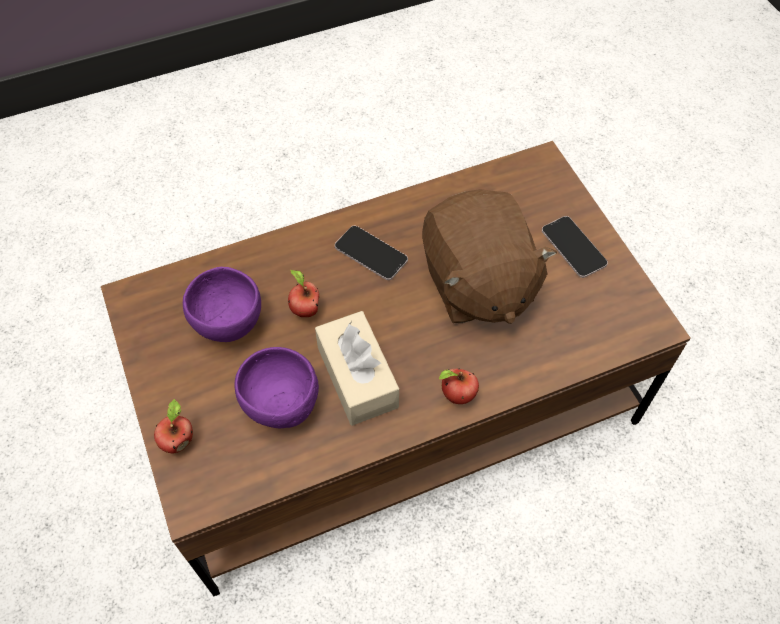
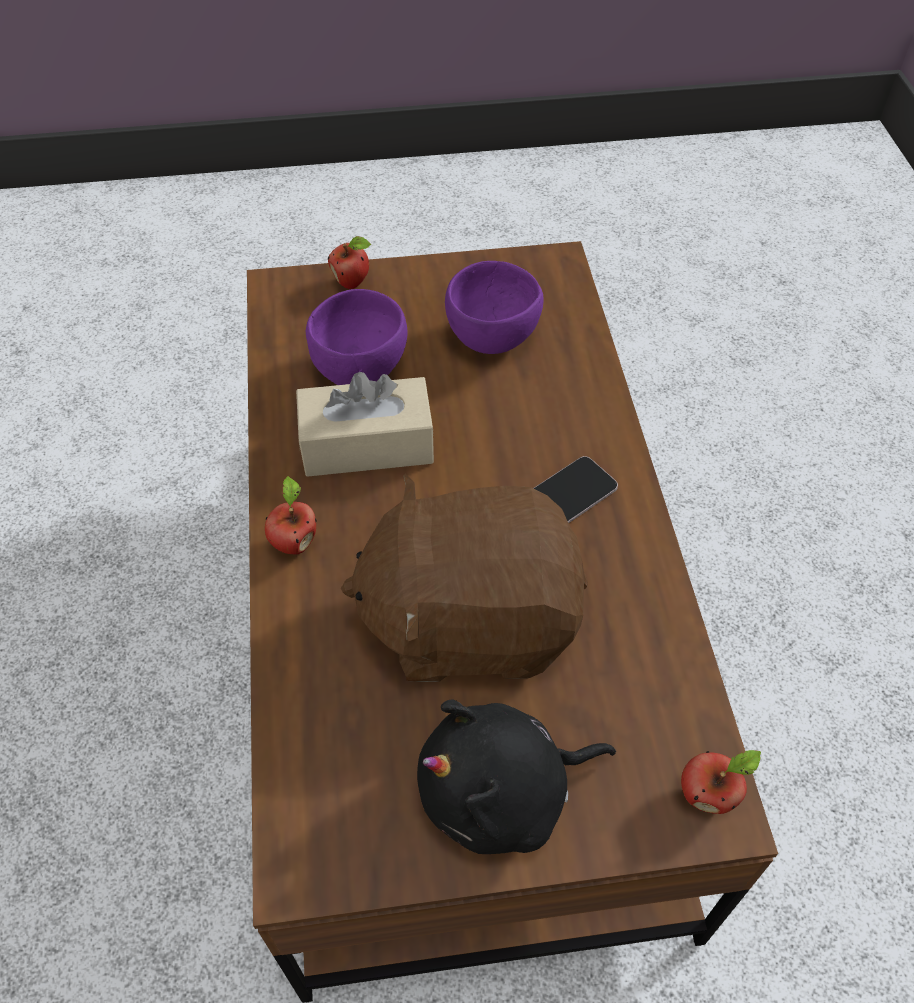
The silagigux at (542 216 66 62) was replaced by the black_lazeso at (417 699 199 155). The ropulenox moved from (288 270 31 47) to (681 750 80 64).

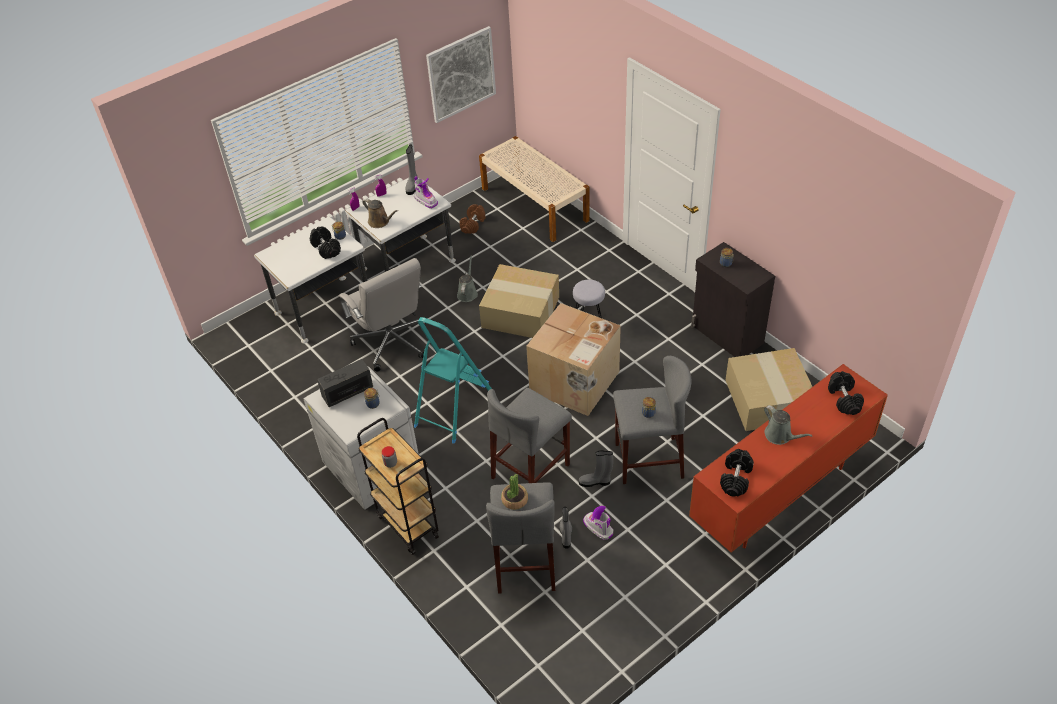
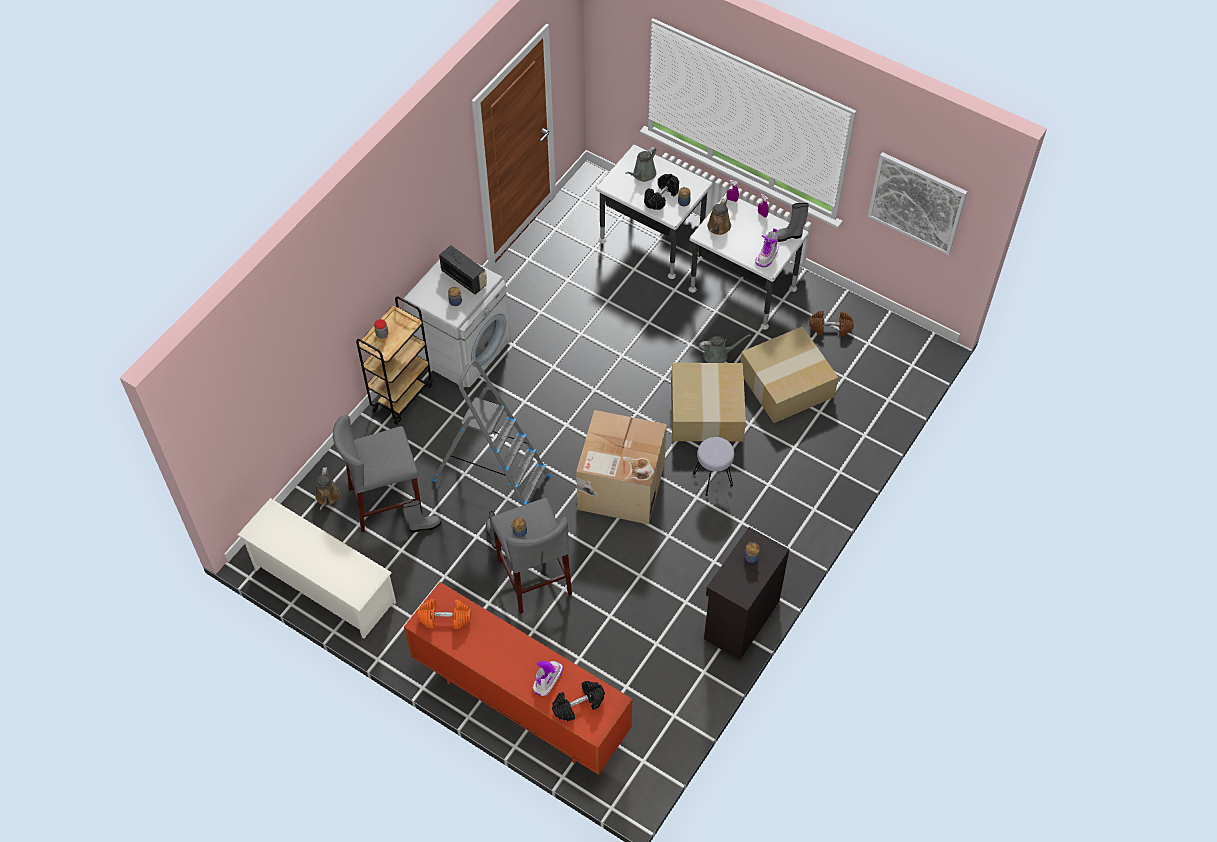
The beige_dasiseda at (479 136 111 106) disappeared. The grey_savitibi at (338 258 88 114) disappeared. The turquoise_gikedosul at (414 317 78 127) disappeared. The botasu moved from (726 348 86 83) to (740 326 99 97). The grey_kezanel at (487 388 85 95) was replaced by the grey_gikedosul at (432 361 119 145). The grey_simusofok moved from (764 405 49 40) to (625 147 32 35). The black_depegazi at (720 449 34 48) became the orange_depegazi at (418 599 53 30). The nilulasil at (501 474 27 36) disappeared. The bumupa moved from (583 506 30 34) to (533 661 30 35). The brown_simusofok at (315 467 25 43) appeared. The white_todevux at (238 498 158 141) appeared.

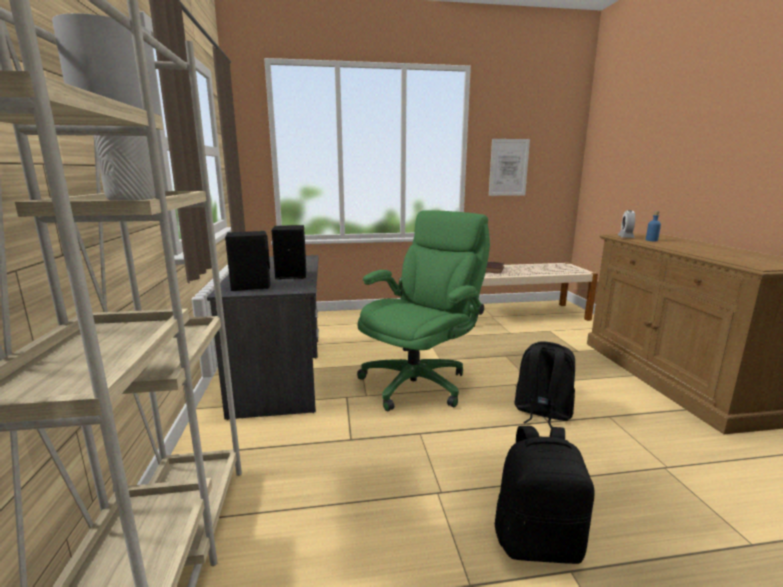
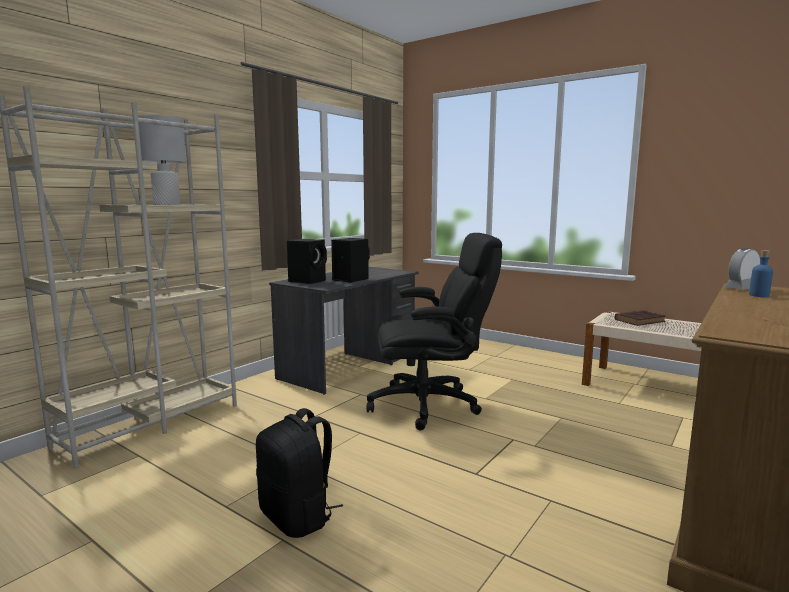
The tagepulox at (489 139 41 57) disappeared. The green_savitibi at (357 210 133 201) became the black_savitibi at (366 233 136 197). The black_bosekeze at (514 341 61 87) disappeared.

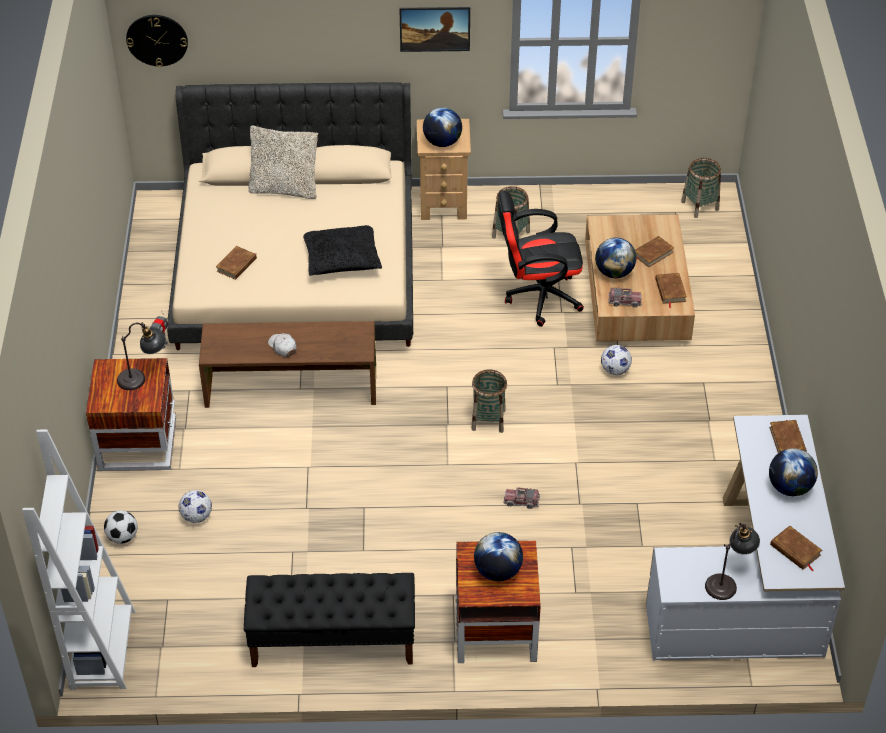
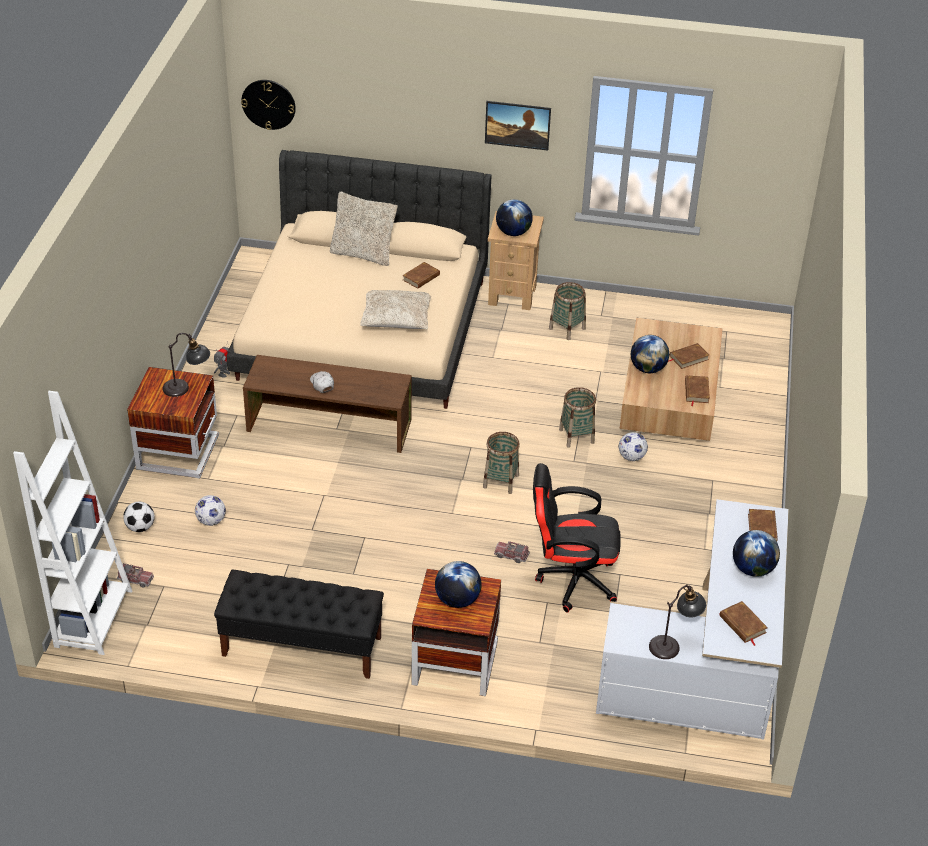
The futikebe moved from (681 158 40 60) to (559 387 37 61). The black_savitibi moved from (498 191 86 136) to (533 463 88 149). The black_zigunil at (303 225 79 51) became the beige_zigunil at (360 290 71 39). The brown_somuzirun moved from (216 246 41 34) to (402 262 38 27). The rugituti moved from (609 288 33 19) to (117 563 37 25).

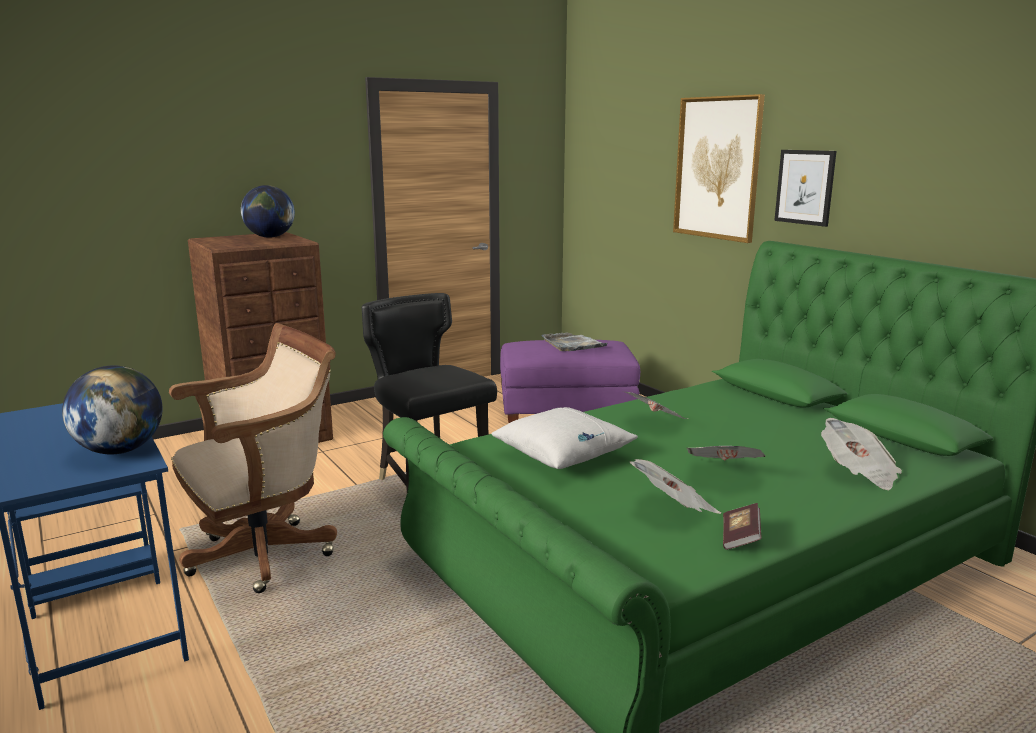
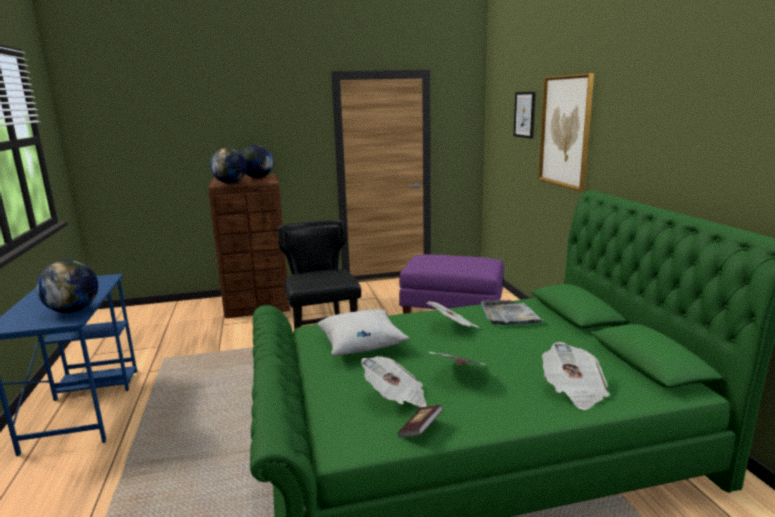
The tagepulox moved from (774 150 63 77) to (514 92 22 47). The savitibi at (169 323 168 270) disappeared. The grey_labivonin moved from (542 333 65 18) to (481 300 63 25). The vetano at (210 148 37 35) appeared.

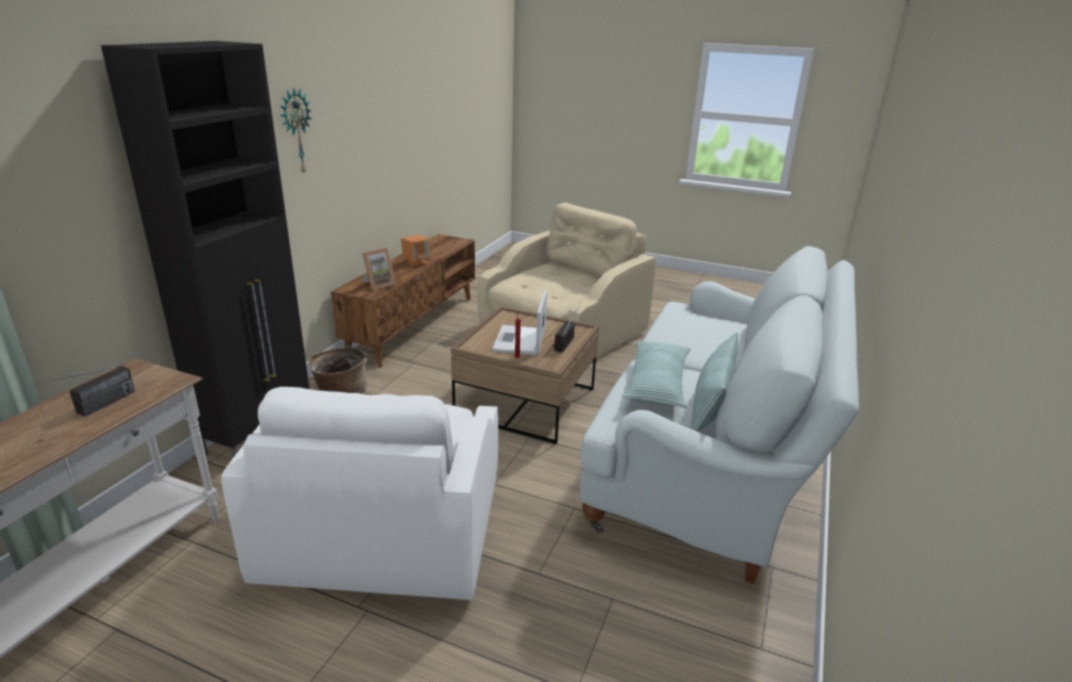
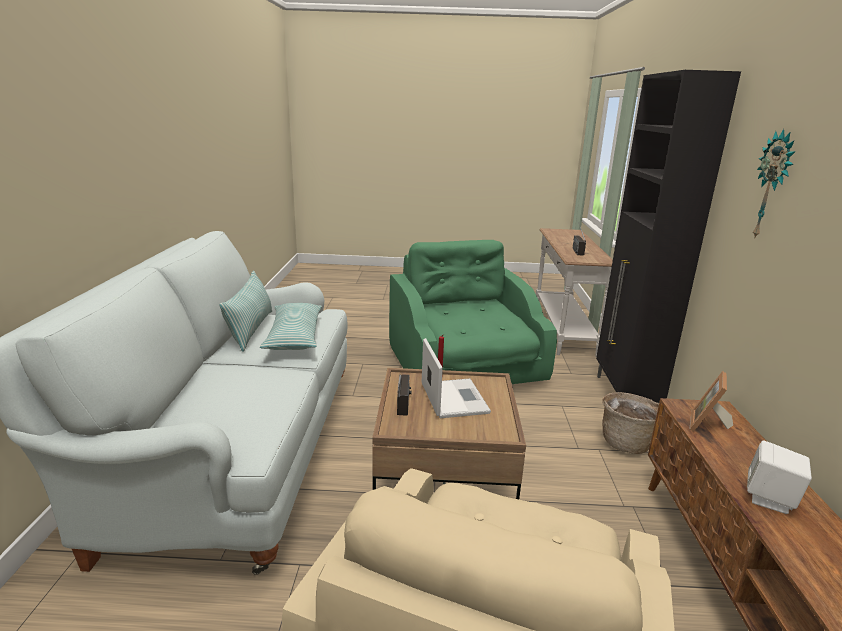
The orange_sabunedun at (401 235 29 31) became the white_sabunedun at (747 440 65 74). The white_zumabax at (221 387 277 213) became the green_zumabax at (389 240 168 144).

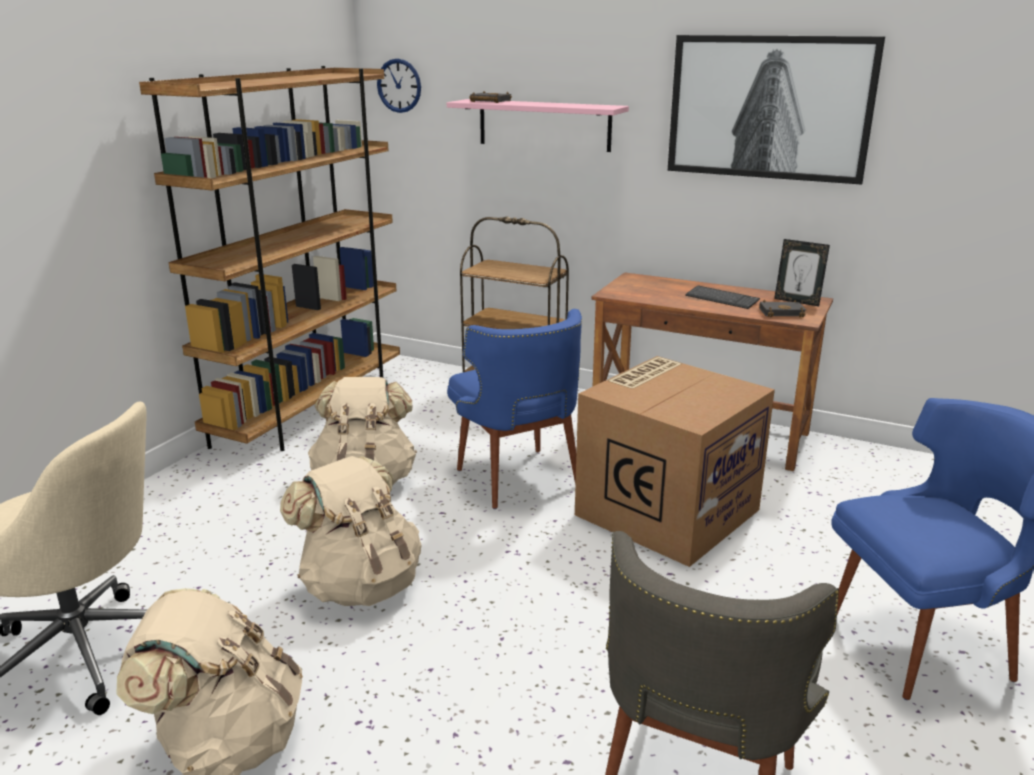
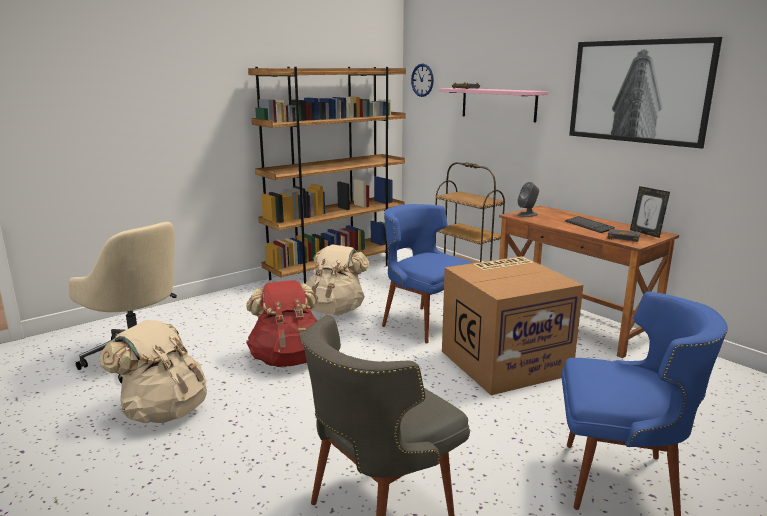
The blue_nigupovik at (447 309 135 200) turned 135 degrees clockwise. The beige_bosekeze at (280 456 141 150) became the red_bosekeze at (246 280 72 87). The grey_sabunedun at (517 182 22 35) appeared.

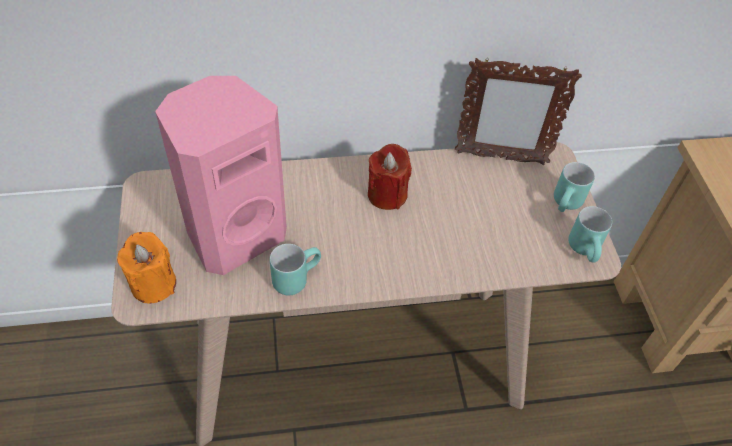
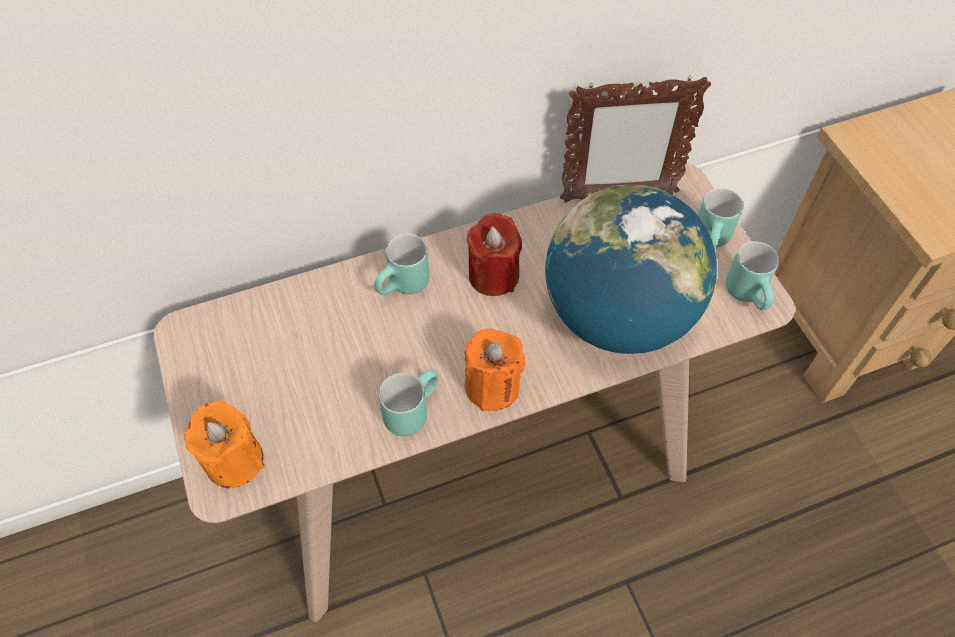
The pink_sabunedun at (155 76 132 199) disappeared. The vetano at (545 185 172 169) appeared. The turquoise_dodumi at (374 234 55 61) appeared. The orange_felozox at (464 328 61 83) appeared.

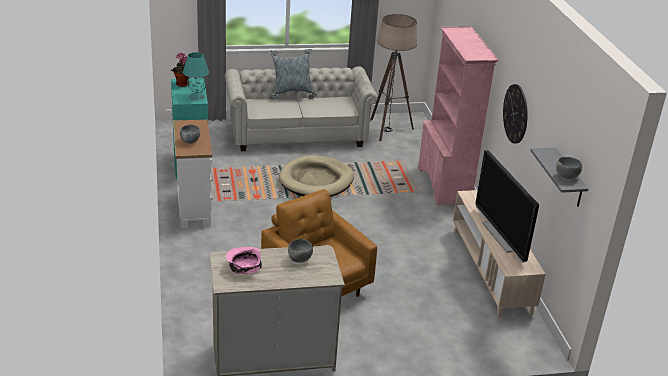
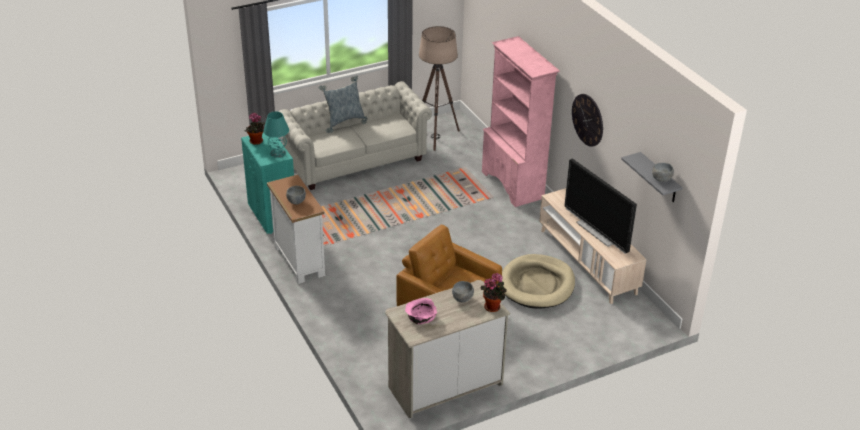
The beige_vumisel moved from (278 155 76 42) to (502 254 73 54). The nilulasil at (480 273 27 39) appeared.

